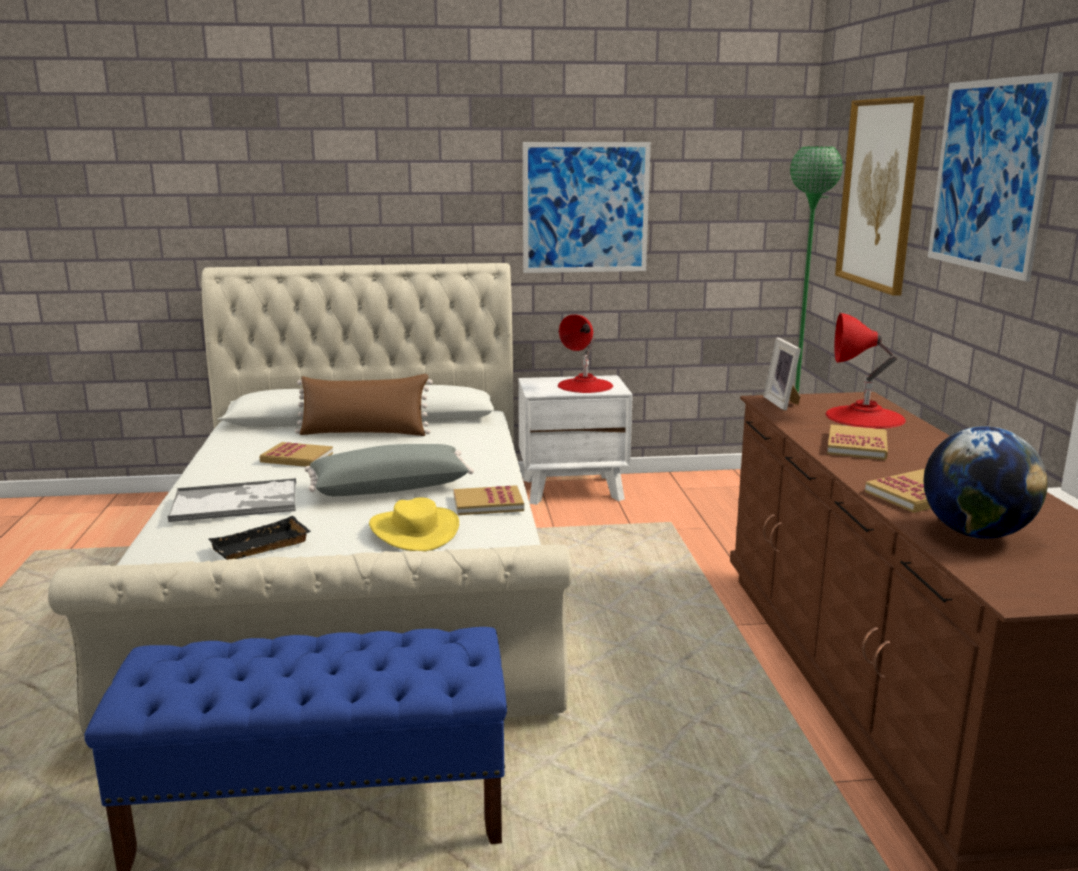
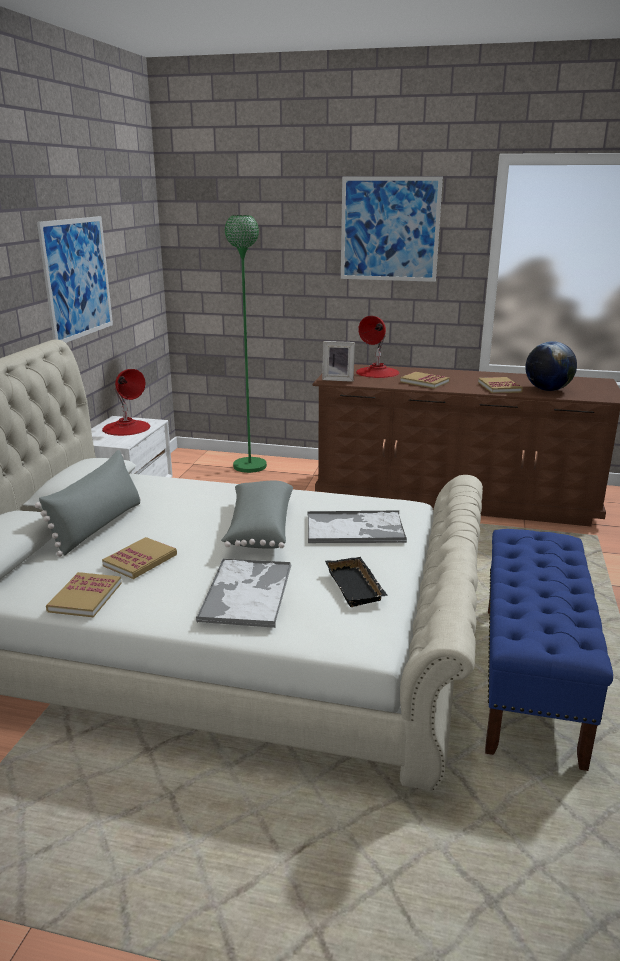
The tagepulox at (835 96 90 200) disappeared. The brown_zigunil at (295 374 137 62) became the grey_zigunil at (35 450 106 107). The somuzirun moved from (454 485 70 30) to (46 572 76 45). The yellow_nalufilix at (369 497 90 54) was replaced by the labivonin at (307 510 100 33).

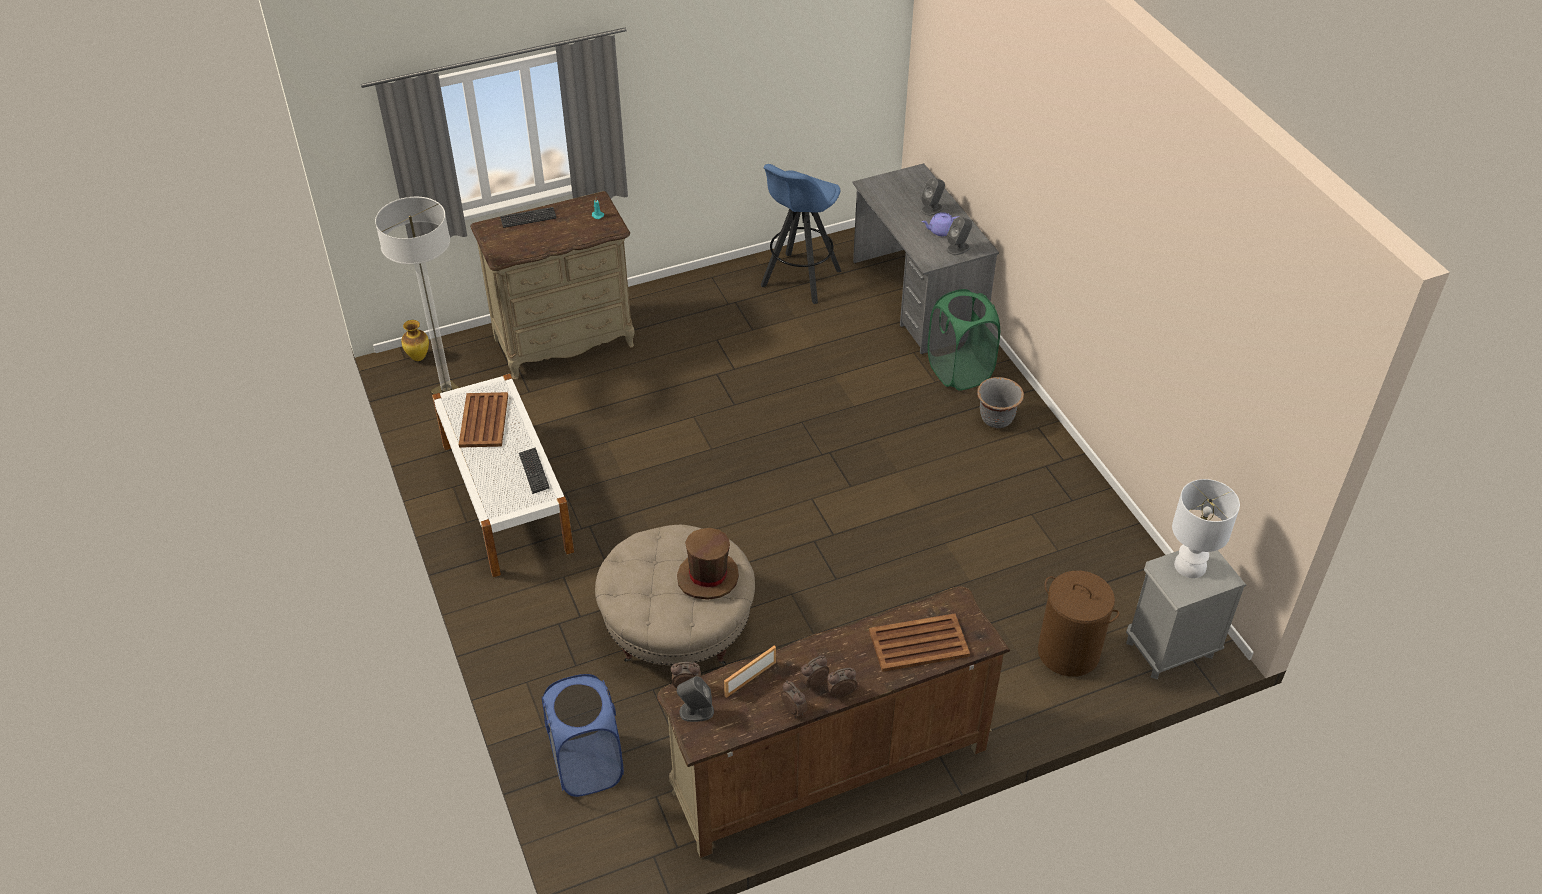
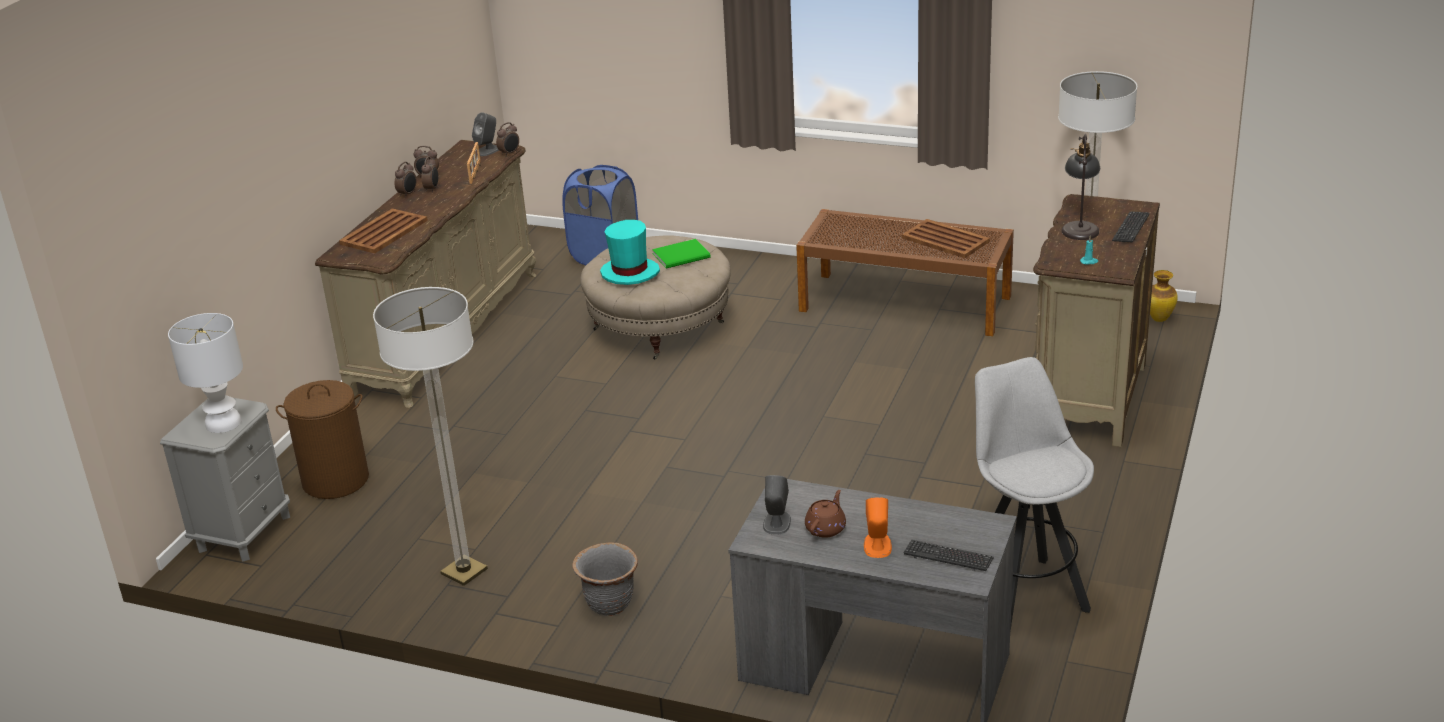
The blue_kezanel at (761 164 81 140) became the grey_kezanel at (975 357 119 274). The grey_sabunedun at (921 178 24 38) became the orange_sabunedun at (864 497 28 61). The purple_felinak at (922 212 37 24) became the brown_felinak at (805 490 41 48). The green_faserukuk at (928 289 72 102) disappeared. The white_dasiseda at (432 374 142 204) became the brown_dasiseda at (796 209 218 128). The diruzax moved from (519 447 31 47) to (904 540 89 31). The brown_nalufilix at (677 528 62 72) became the turquoise_nalufilix at (600 220 60 65). The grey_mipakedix at (1062 134 38 106) appeared. The green_somuzirun at (652 239 58 30) appeared. The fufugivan at (373 287 115 299) appeared.

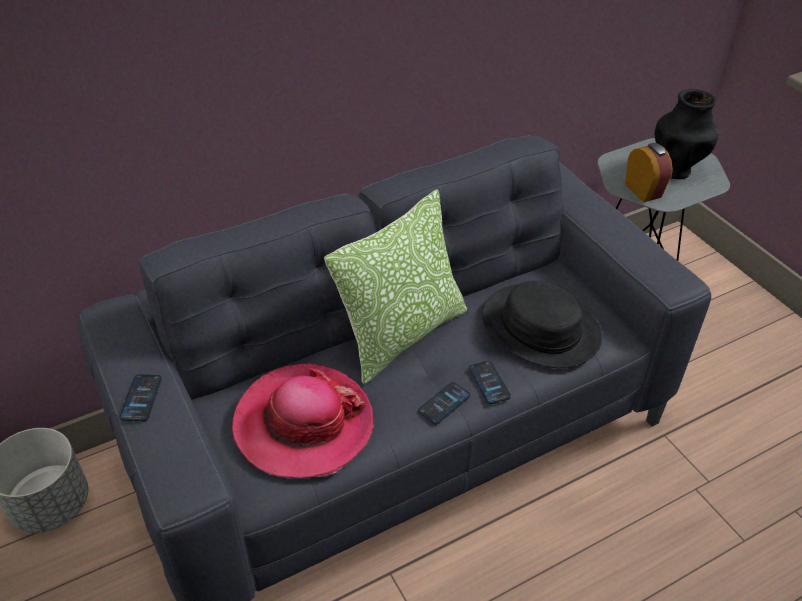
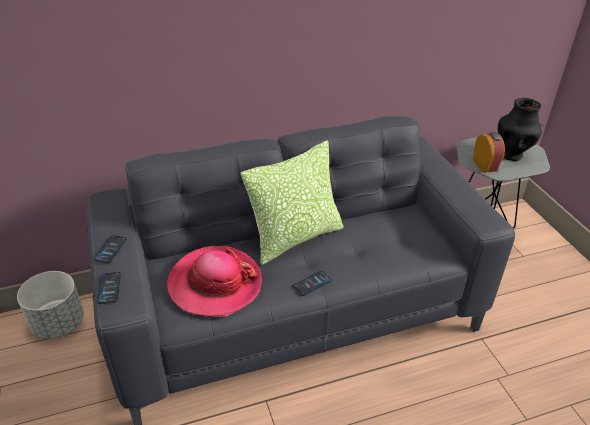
The black_nalufilix at (482 281 120 87) disappeared. The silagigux moved from (469 361 42 43) to (97 272 24 32).

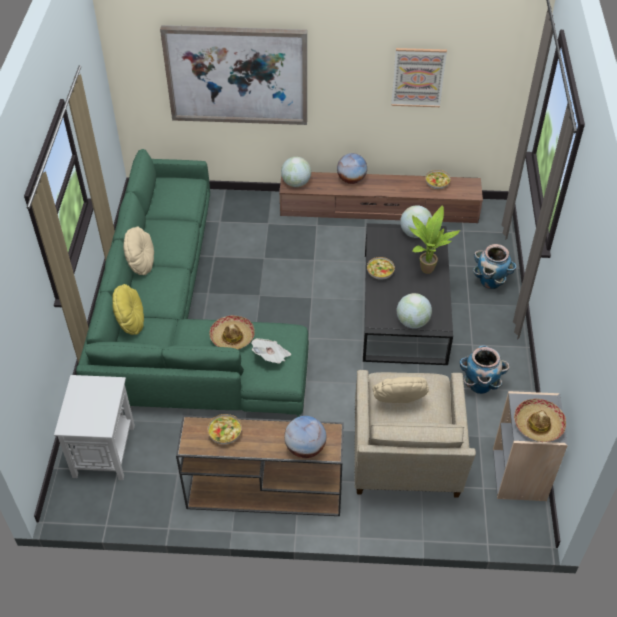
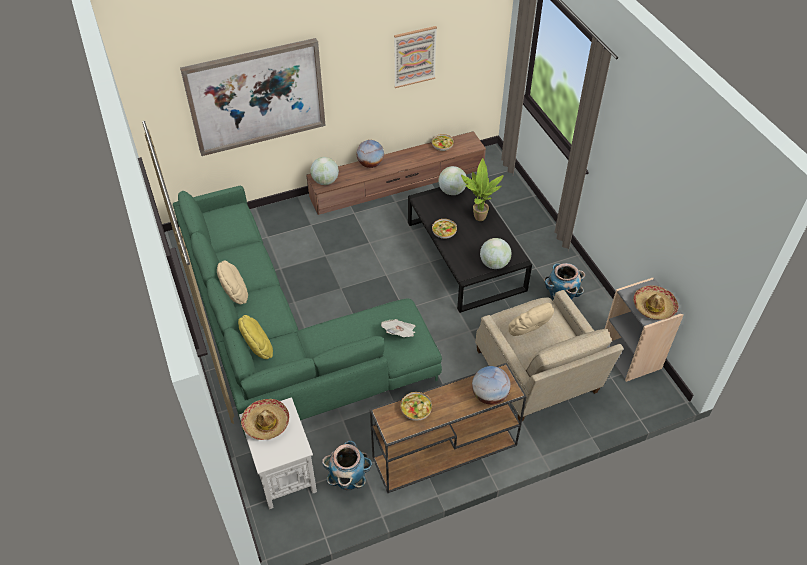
The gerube moved from (473 244 44 45) to (322 441 50 49). The nalufilix moved from (209 315 46 35) to (241 399 48 41).

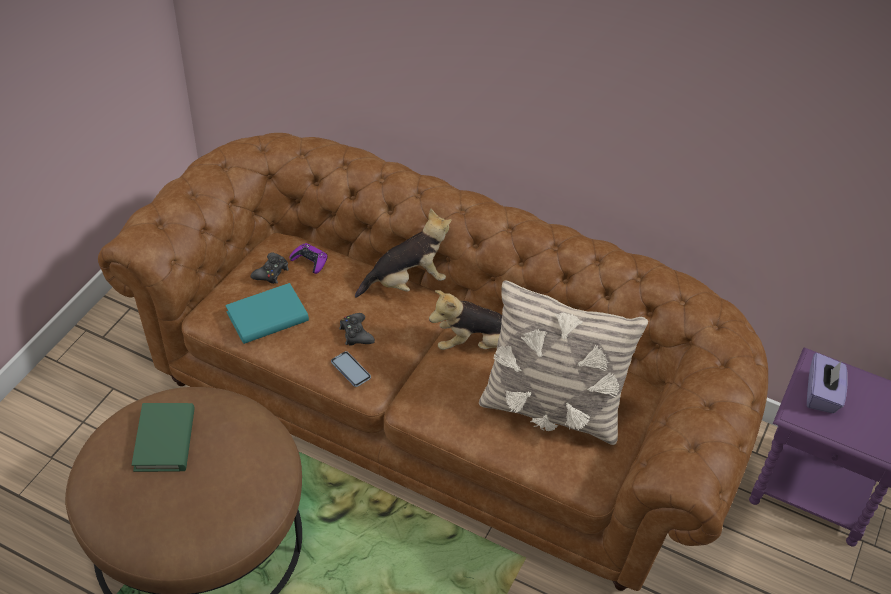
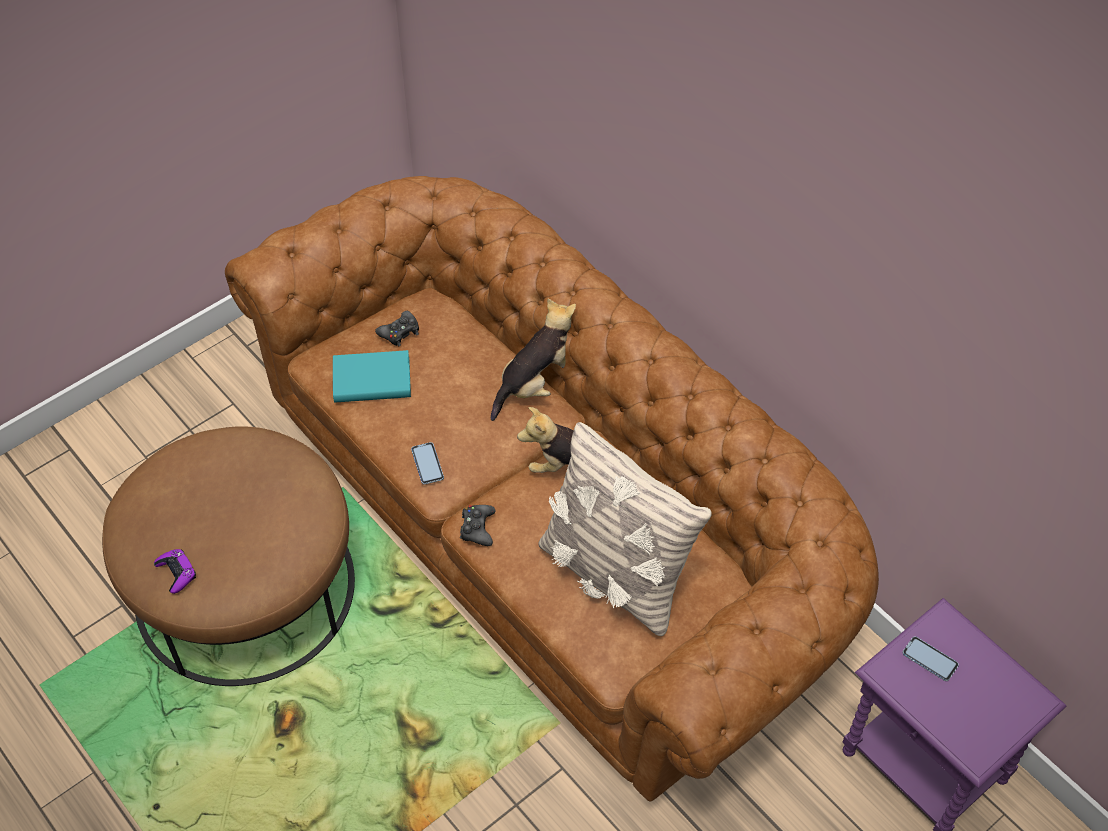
The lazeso at (355 208 97 90) turned 45 degrees counterclockwise. The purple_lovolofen moved from (289 243 39 31) to (154 549 42 45). The black_lovolofen moved from (339 313 36 33) to (460 505 35 41). The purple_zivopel at (807 353 41 60) was replaced by the silagigux at (902 636 57 45). The green_somuzirun at (132 403 63 69) disappeared.

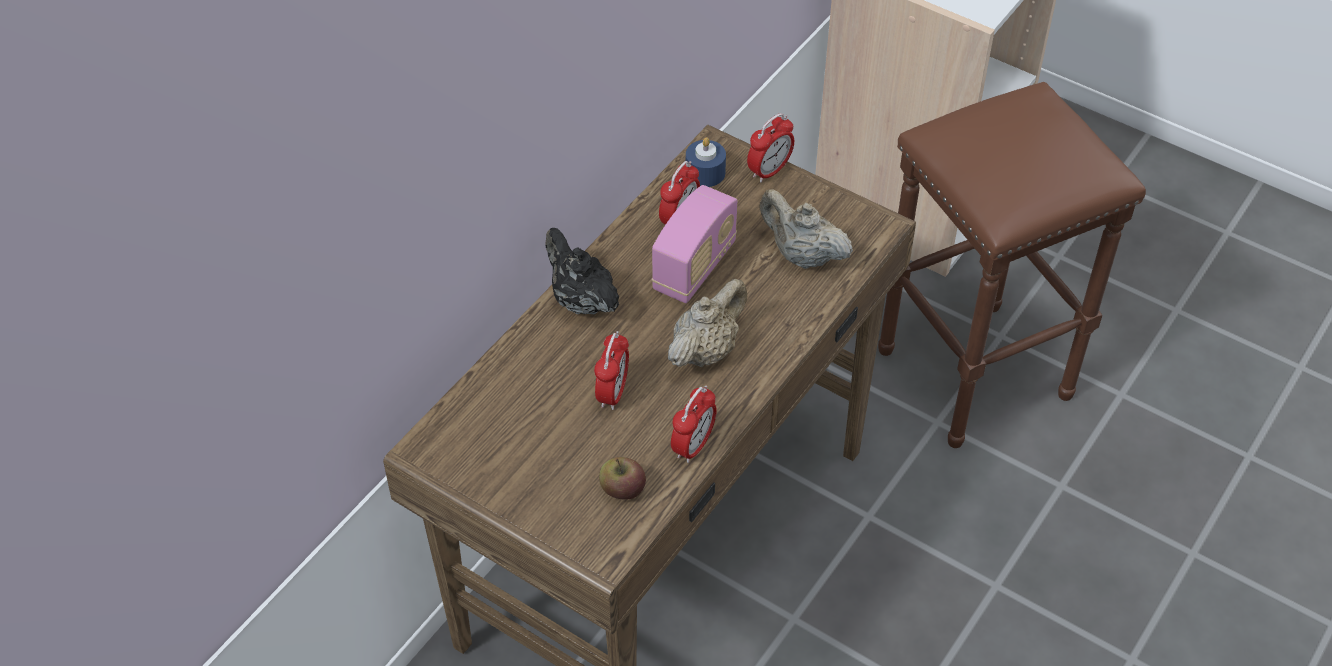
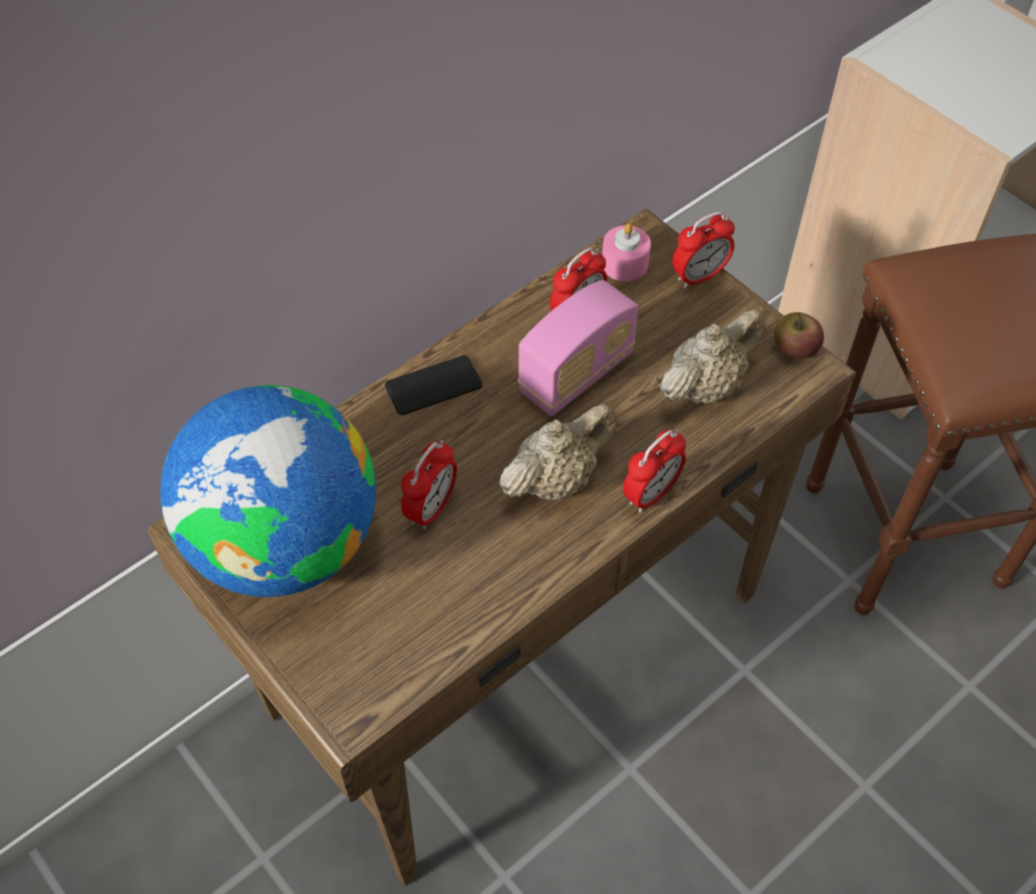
The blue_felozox at (686 137 40 50) became the pink_felozox at (602 223 49 59). The beige_felinak at (759 189 94 80) turned 90 degrees clockwise. The black_felinak at (545 228 74 86) was replaced by the silagigux at (385 355 98 60). The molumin moved from (671 386 45 77) to (623 430 63 83). The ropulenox moved from (599 457 47 43) to (774 312 50 47). The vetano at (160 385 216 212) appeared.

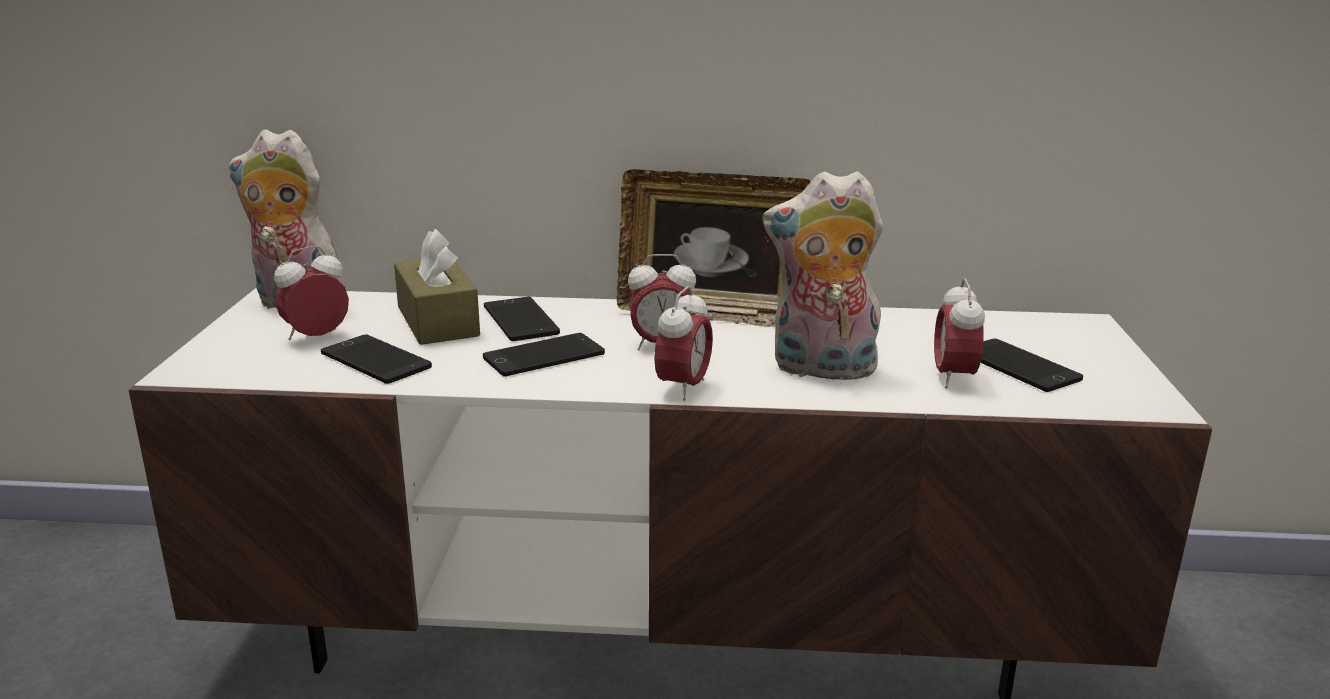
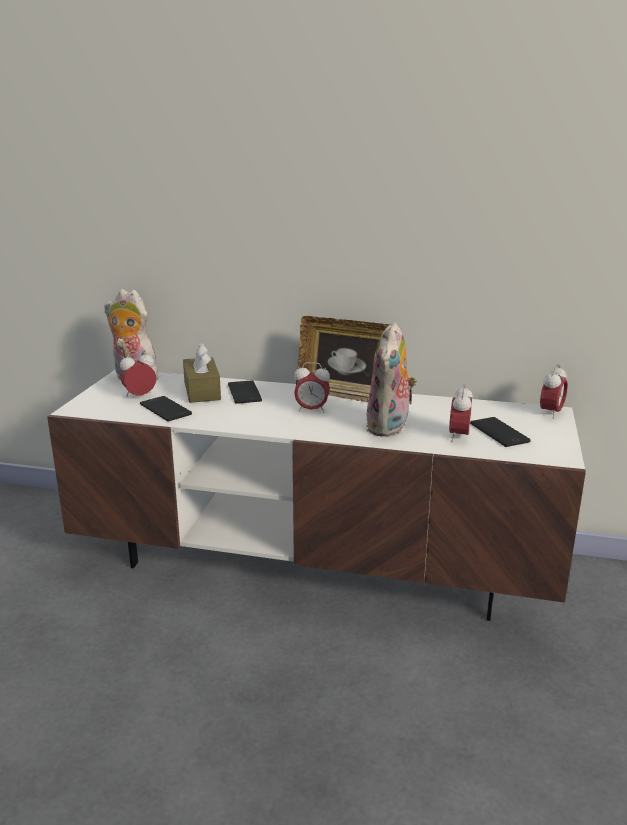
The lazeso at (762 171 121 209) turned 90 degrees counterclockwise. The molumin moved from (654 286 59 115) to (540 364 28 55). The silagigux at (483 333 122 44) disappeared.

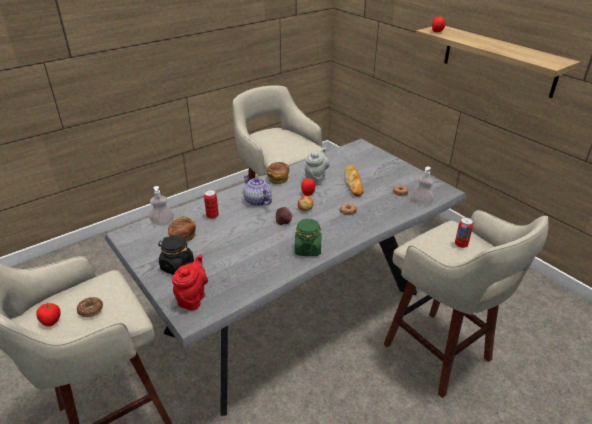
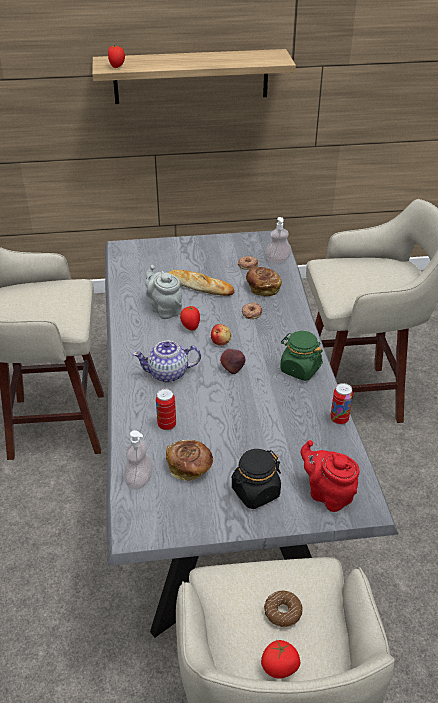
The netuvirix moved from (267 162 23 22) to (246 267 36 29). The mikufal moved from (455 217 18 31) to (330 383 23 42).

